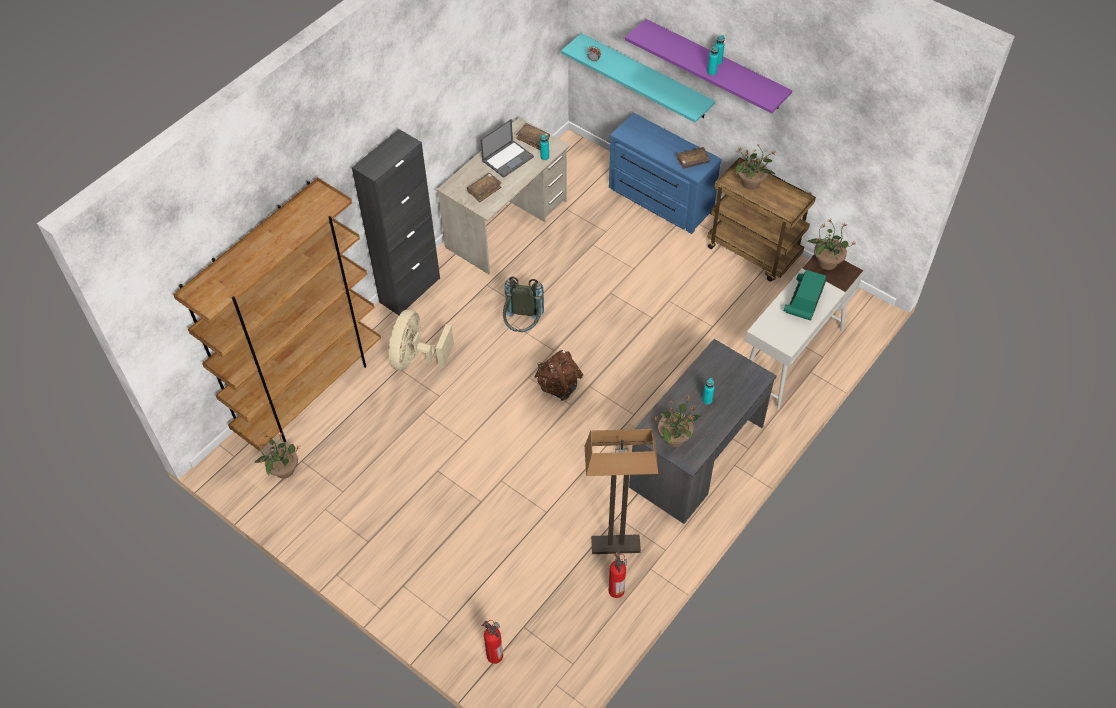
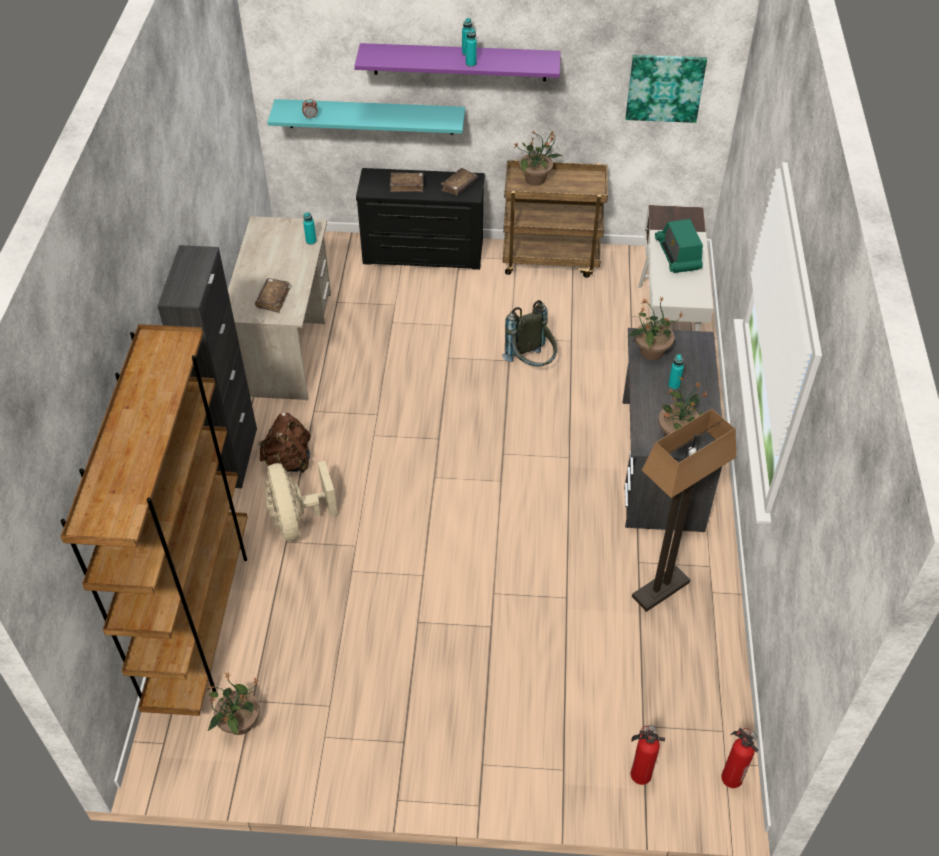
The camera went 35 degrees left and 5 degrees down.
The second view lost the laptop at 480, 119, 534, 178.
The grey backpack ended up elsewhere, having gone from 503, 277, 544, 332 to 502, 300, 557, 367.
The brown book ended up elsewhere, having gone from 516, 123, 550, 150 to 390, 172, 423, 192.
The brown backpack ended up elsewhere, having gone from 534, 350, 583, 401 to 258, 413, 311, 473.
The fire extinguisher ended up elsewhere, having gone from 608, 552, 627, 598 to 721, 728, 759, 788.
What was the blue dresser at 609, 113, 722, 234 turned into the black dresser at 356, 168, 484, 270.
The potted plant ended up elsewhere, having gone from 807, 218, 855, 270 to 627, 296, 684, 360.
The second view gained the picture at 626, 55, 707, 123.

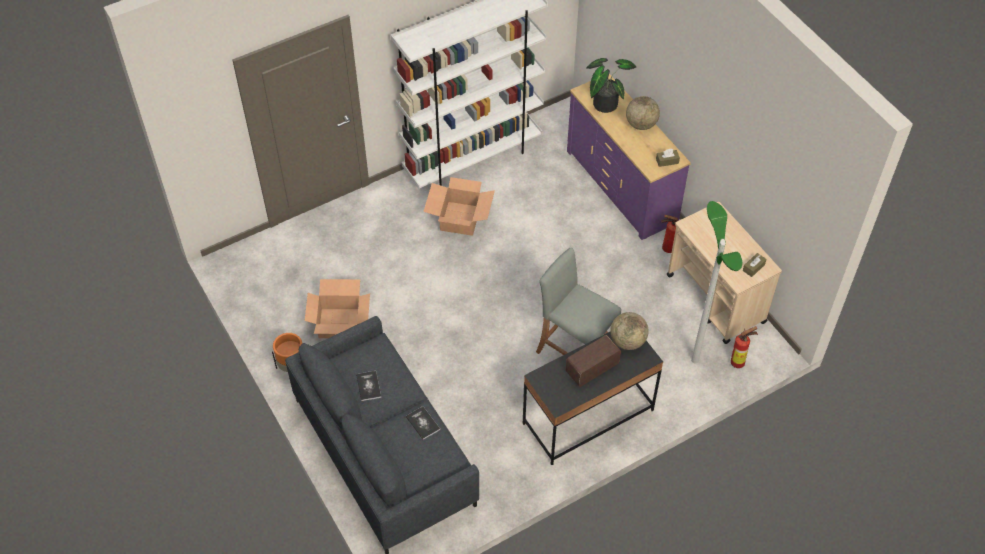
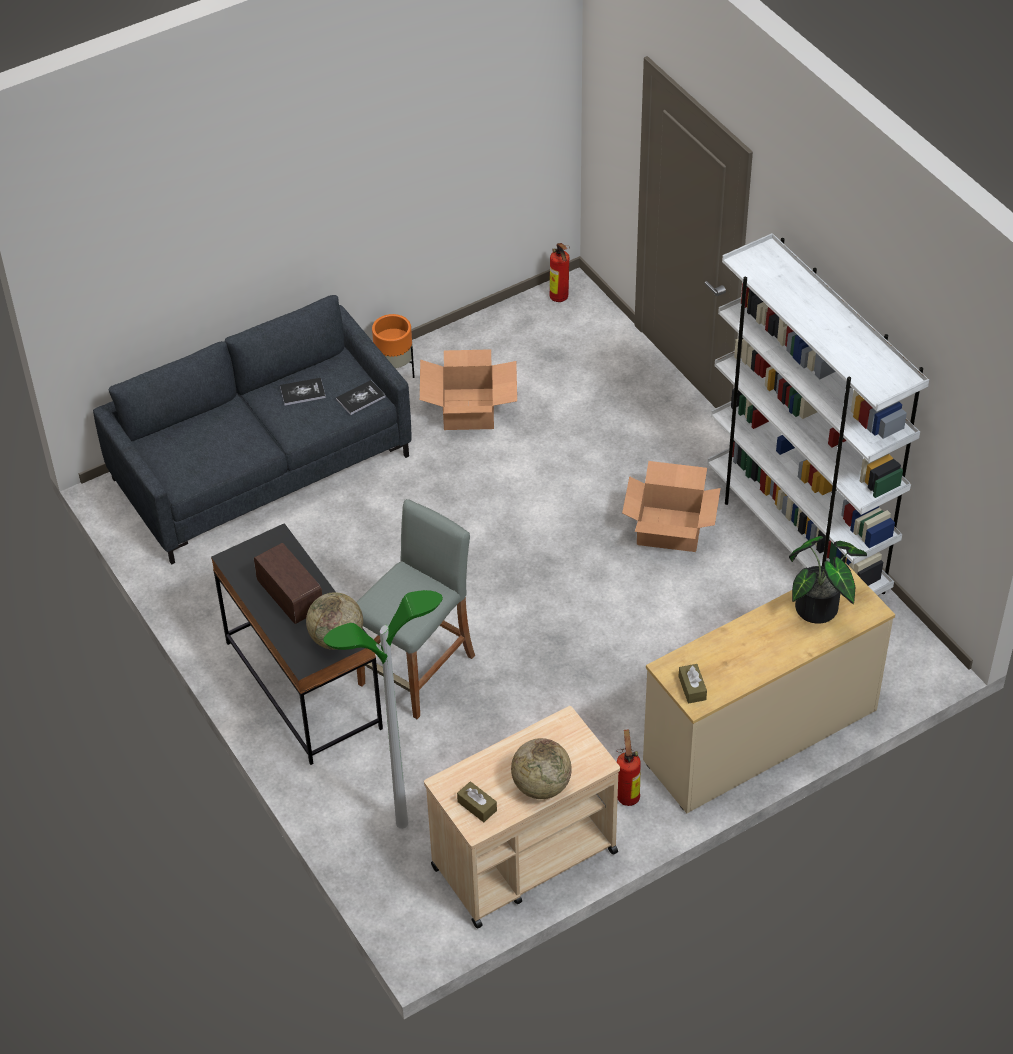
The camera went 90 degrees right and 5 degrees down.
The book ended up elsewhere, having gone from 406, 406, 440, 440 to 336, 380, 386, 415.
What was the purple dresser at 567, 74, 691, 240 turned into the beige dresser at 643, 563, 895, 813.
The globe ended up elsewhere, having gone from 626, 96, 660, 130 to 511, 738, 572, 799.
The fire extinguisher ended up elsewhere, having gone from 731, 326, 758, 368 to 549, 243, 570, 302.

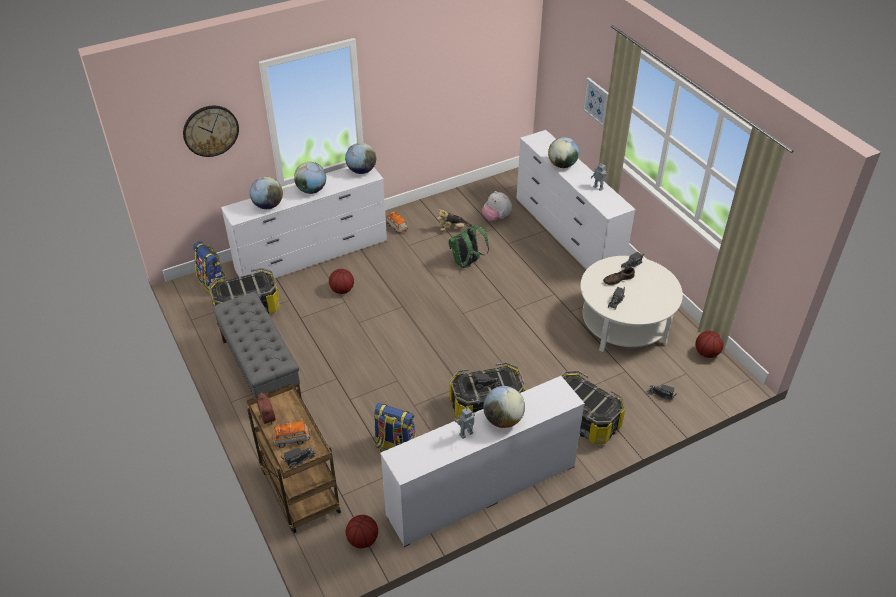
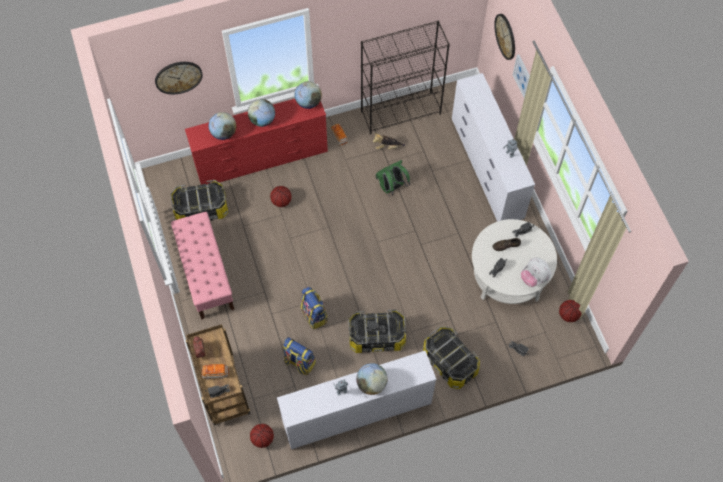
The camera went 10 degrees right and 20 degrees up.
The backpack ended up elsewhere, having gone from 193, 241, 227, 294 to 301, 287, 328, 330.
What was the grey bench at 212, 292, 302, 398 turned into the pink bench at 171, 212, 235, 320.
What was the white dresser at 221, 168, 387, 278 turned into the red dresser at 185, 99, 328, 185.
The plush toy ended up elsewhere, having gone from 482, 191, 512, 221 to 521, 257, 551, 287.
The second view lost the globe at 548, 137, 579, 168.
The second view gained the black bookcase at 361, 20, 450, 134.
The second view gained the wall clock at 494, 14, 515, 60.

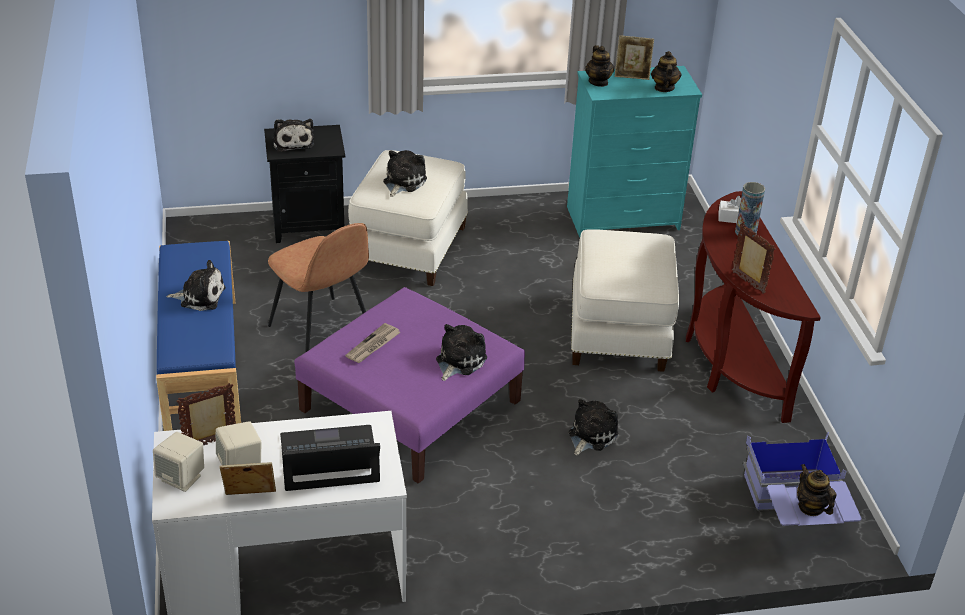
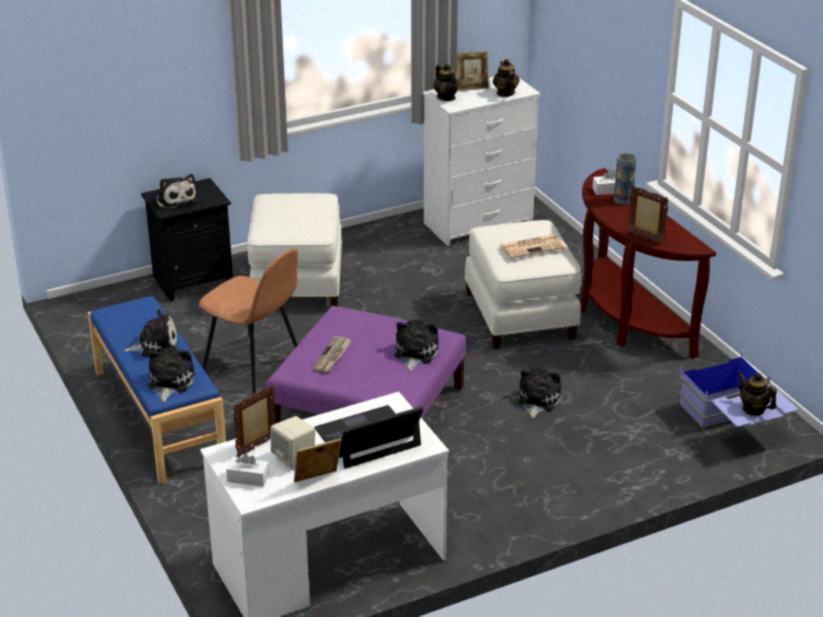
The camera went 15 degrees left and 5 degrees down.
Where the beige speaker stood at 153, 432, 204, 492, the white tissue box came to stand at 226, 453, 269, 487.
The plush toy ended up elsewhere, having gone from 383, 150, 427, 197 to 148, 347, 195, 402.
What was the turquoise dresser at 567, 66, 702, 237 turned into the white dresser at 423, 77, 541, 246.
The second view gained the newspaper at 499, 234, 565, 259.

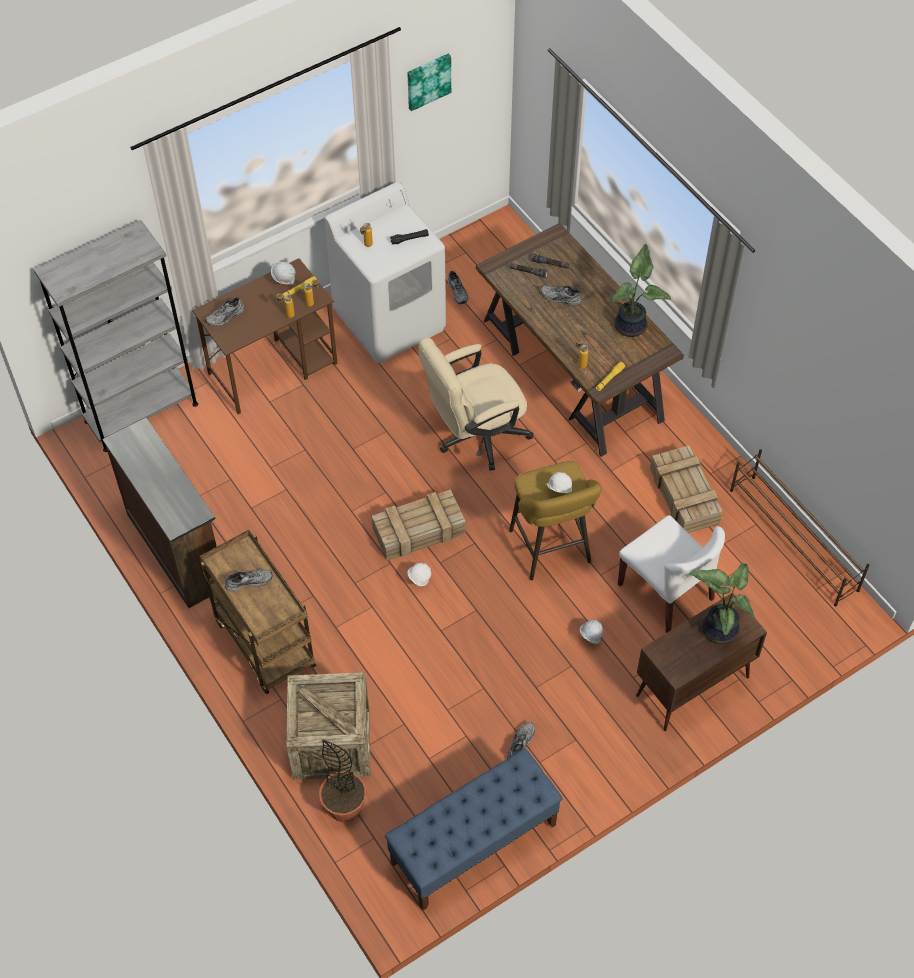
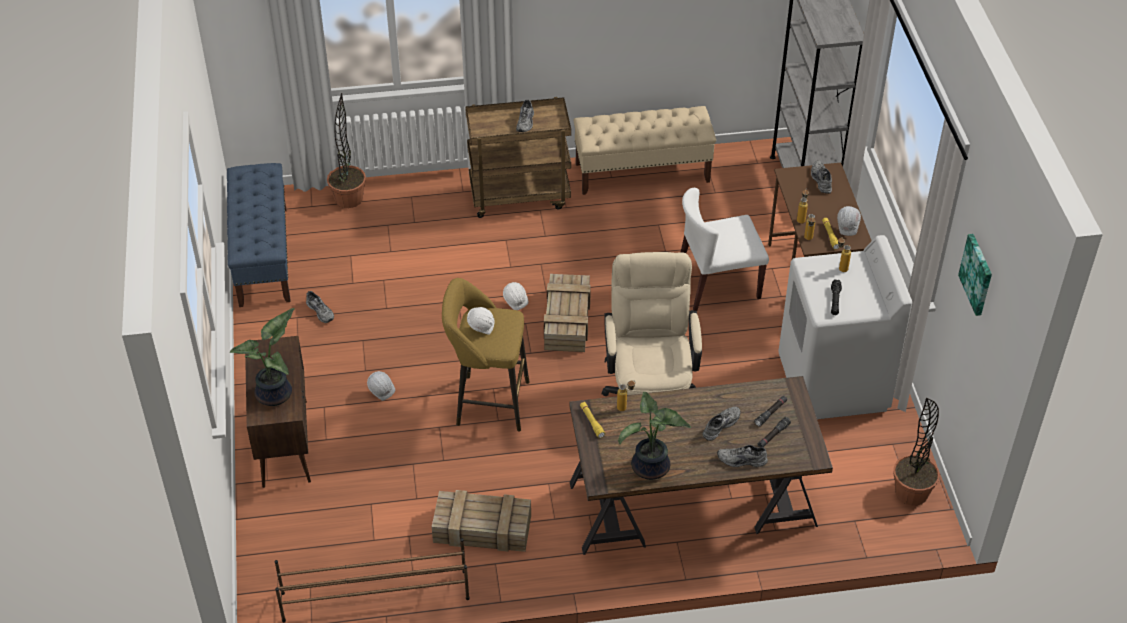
The camera went 115 degrees right and 10 degrees down.
Where the brown dresser stood at 102, 418, 217, 608, the beige bench came to stand at 573, 106, 716, 195.
The second view lost the crate at 287, 672, 370, 780.
The grey shoe ended up elsewhere, having gone from 448, 271, 468, 304 to 717, 445, 768, 467.
The white chair ended up elsewhere, having gone from 618, 515, 725, 633 to 680, 188, 769, 311.
The second view gained the potted plant at 893, 398, 940, 506.

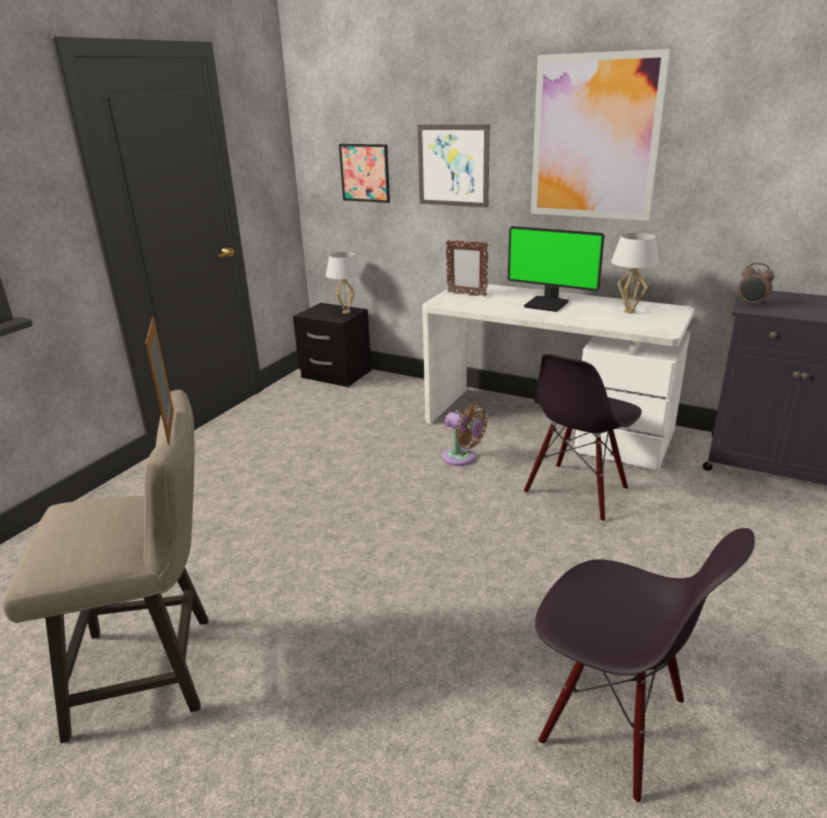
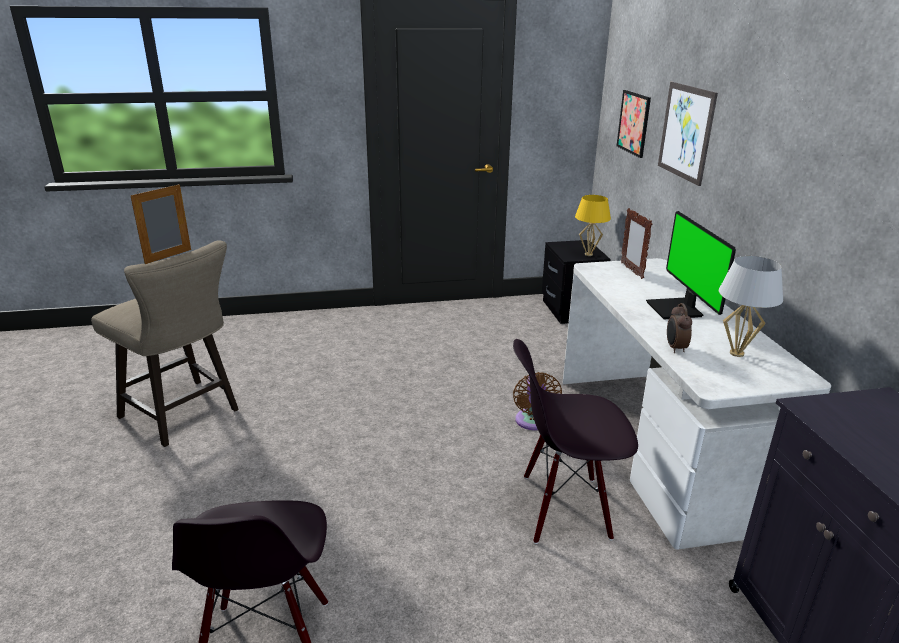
The camera went 50 degrees right and 0 degrees up.
What was the white table lamp at 326, 252, 361, 313 turned into the yellow table lamp at 575, 195, 611, 256.
The second view lost the picture at 531, 49, 671, 221.
The alarm clock ended up elsewhere, having gone from 738, 263, 775, 307 to 667, 303, 692, 353.

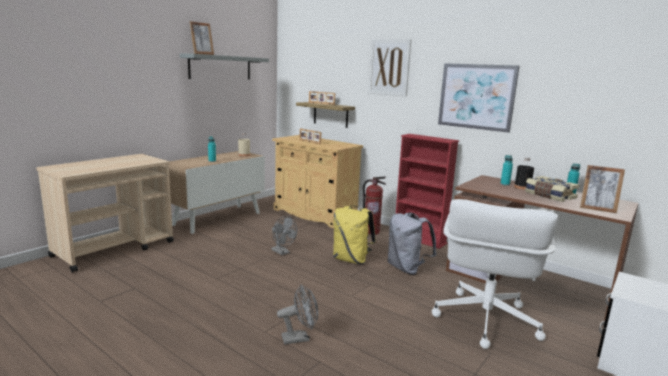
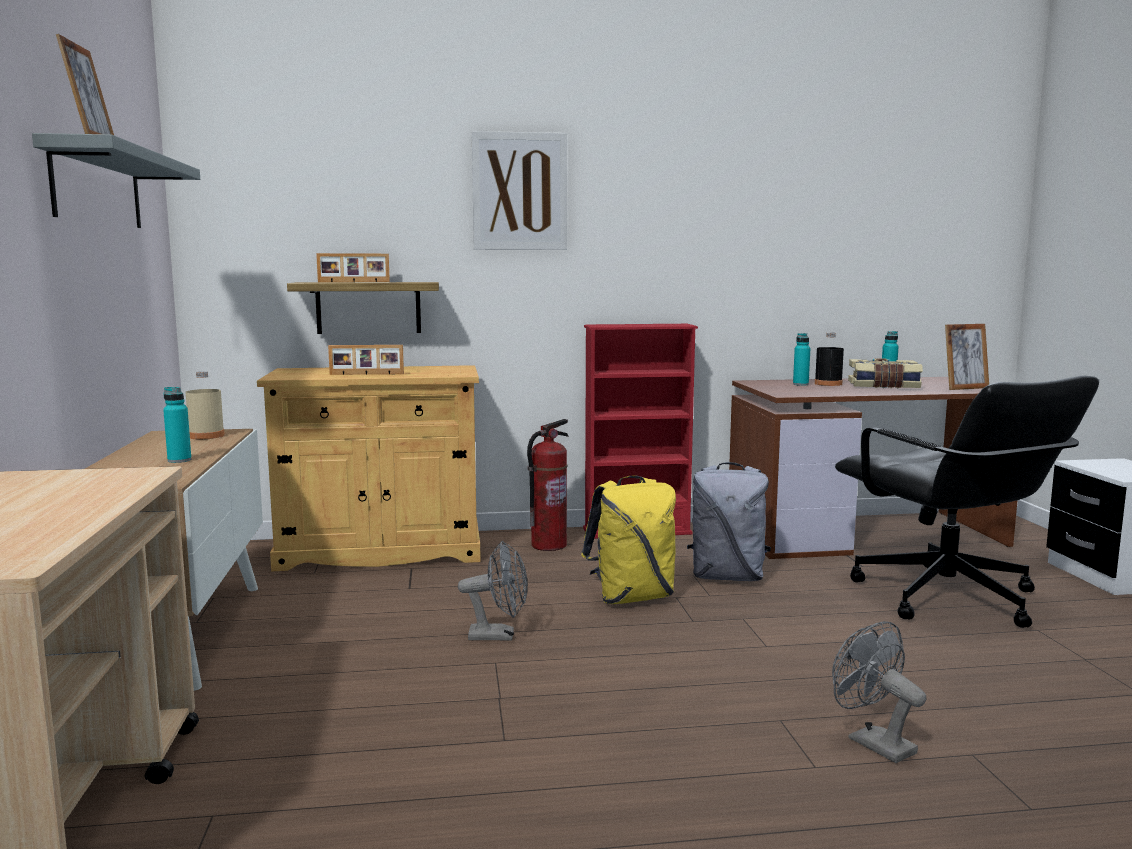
The camera went 45 degrees left and 5 degrees down.
The grey fan at 277, 285, 318, 344 ended up facing another way, 60 degrees counterclockwise from before.
What was the white office chair at 432, 199, 558, 349 turned into the black office chair at 835, 376, 1099, 628.
The second view lost the picture at 438, 63, 519, 133.

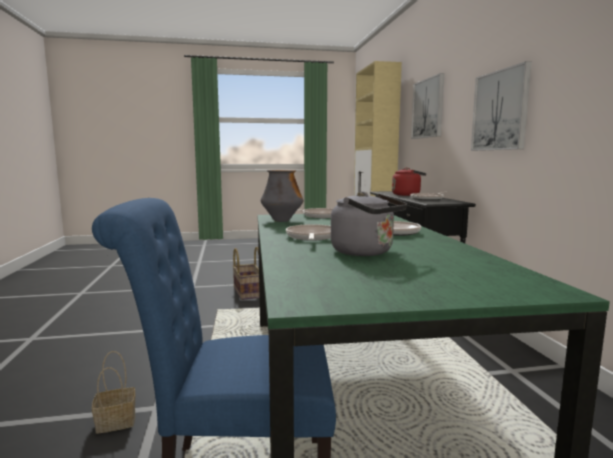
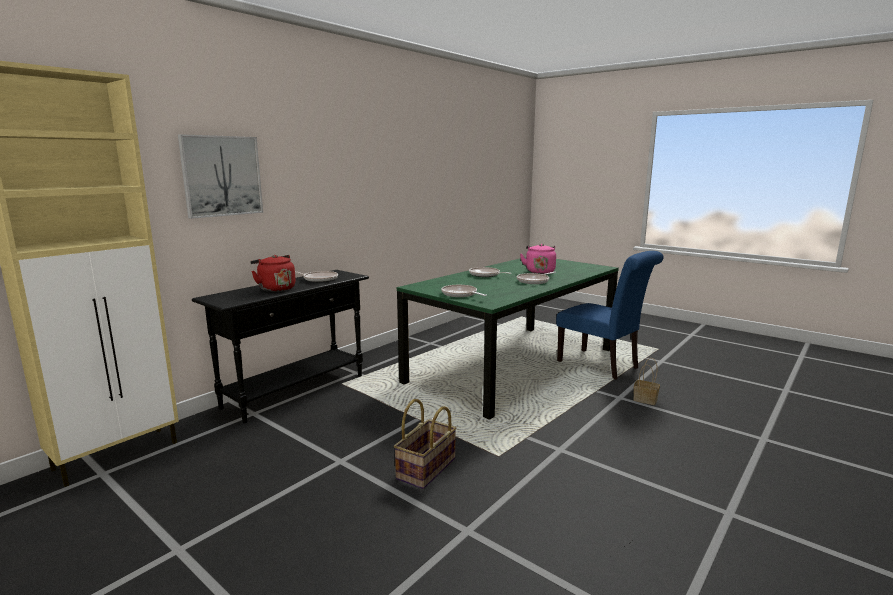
The camera went 130 degrees left and 5 degrees up.
The second view lost the vase at 261, 170, 303, 222.
What was the grey kettle at 331, 191, 407, 256 turned into the pink kettle at 520, 244, 556, 274.
The second view lost the picture at 471, 61, 532, 151.

